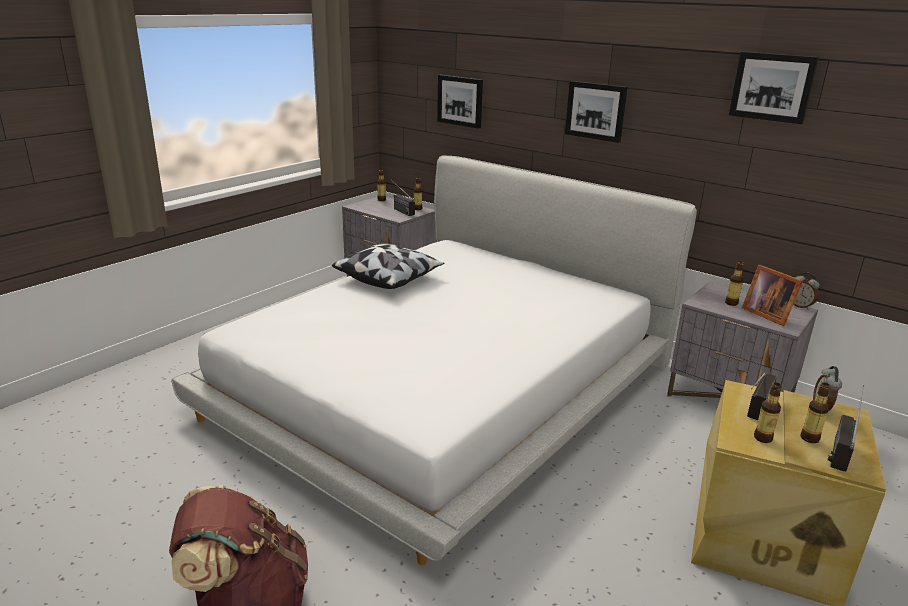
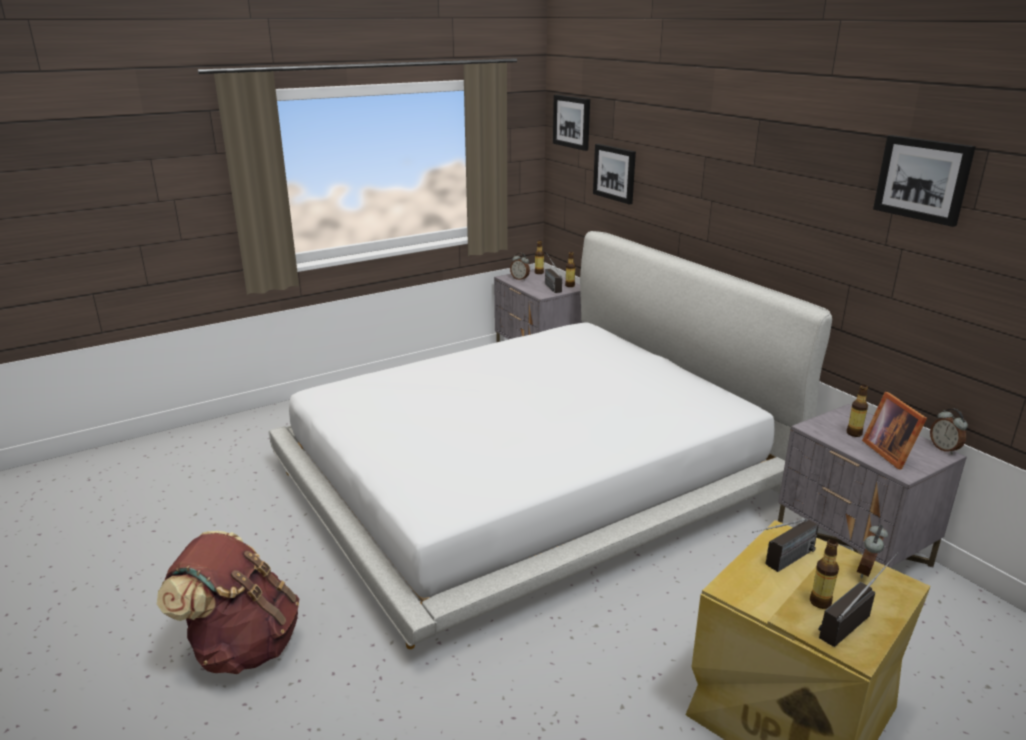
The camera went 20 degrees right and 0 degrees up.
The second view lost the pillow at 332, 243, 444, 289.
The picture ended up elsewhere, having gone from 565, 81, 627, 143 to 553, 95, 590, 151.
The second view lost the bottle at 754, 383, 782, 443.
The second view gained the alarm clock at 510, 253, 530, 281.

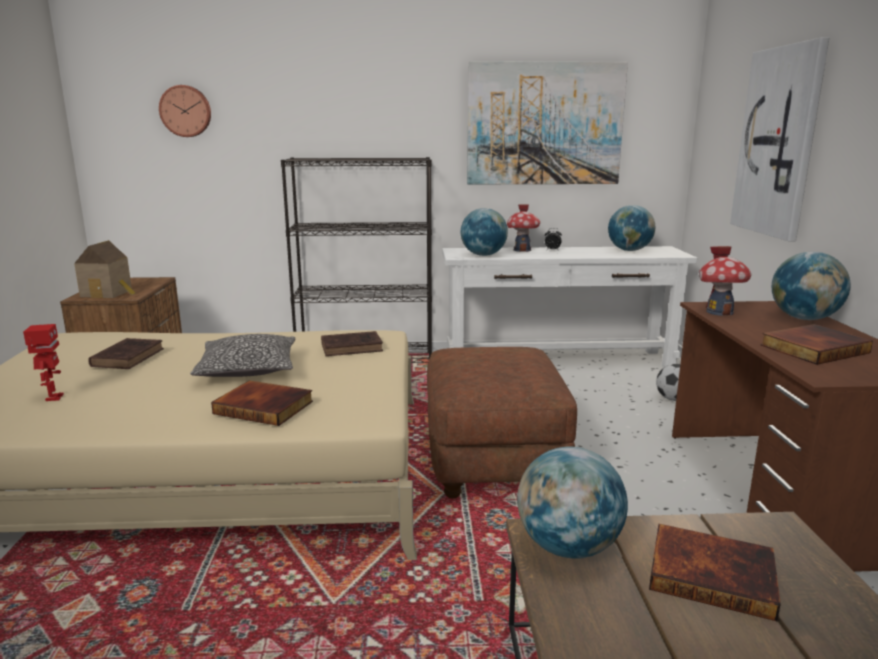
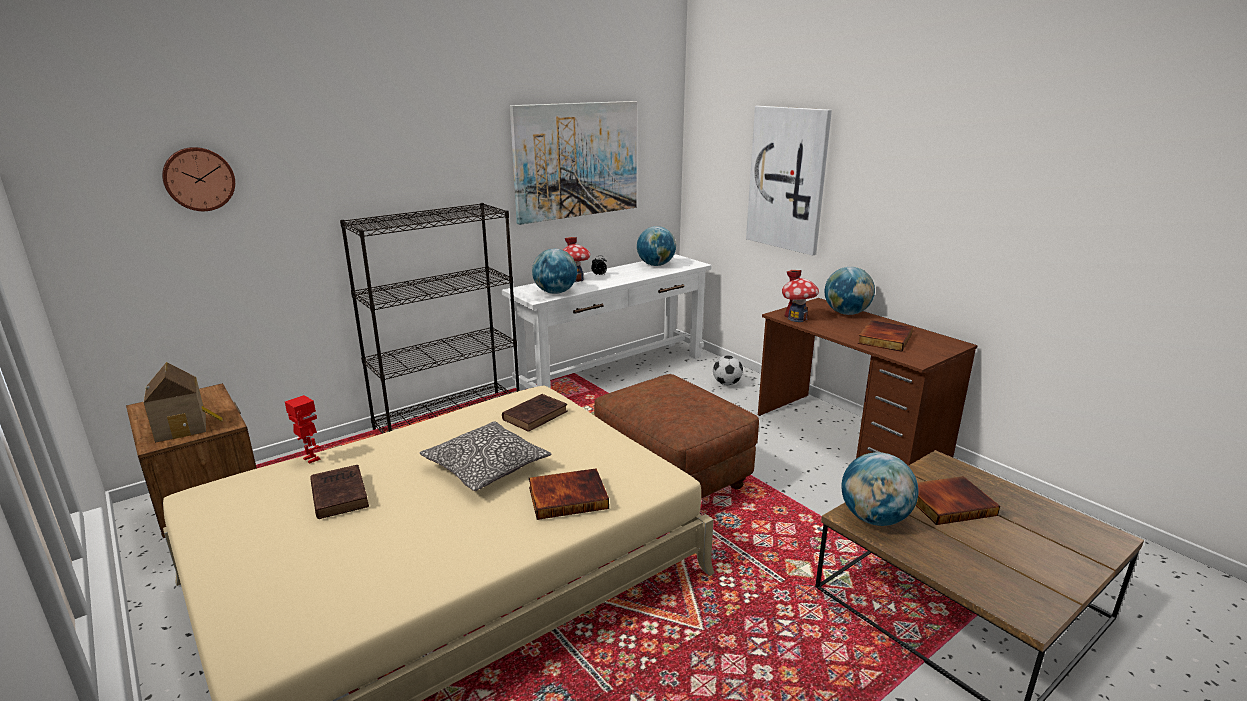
The camera went 35 degrees left and 5 degrees up.
The toy robot ended up elsewhere, having gone from 23, 324, 64, 401 to 285, 395, 321, 464.

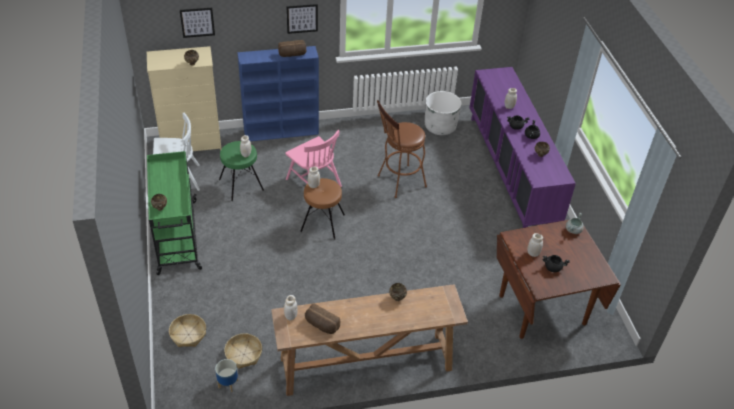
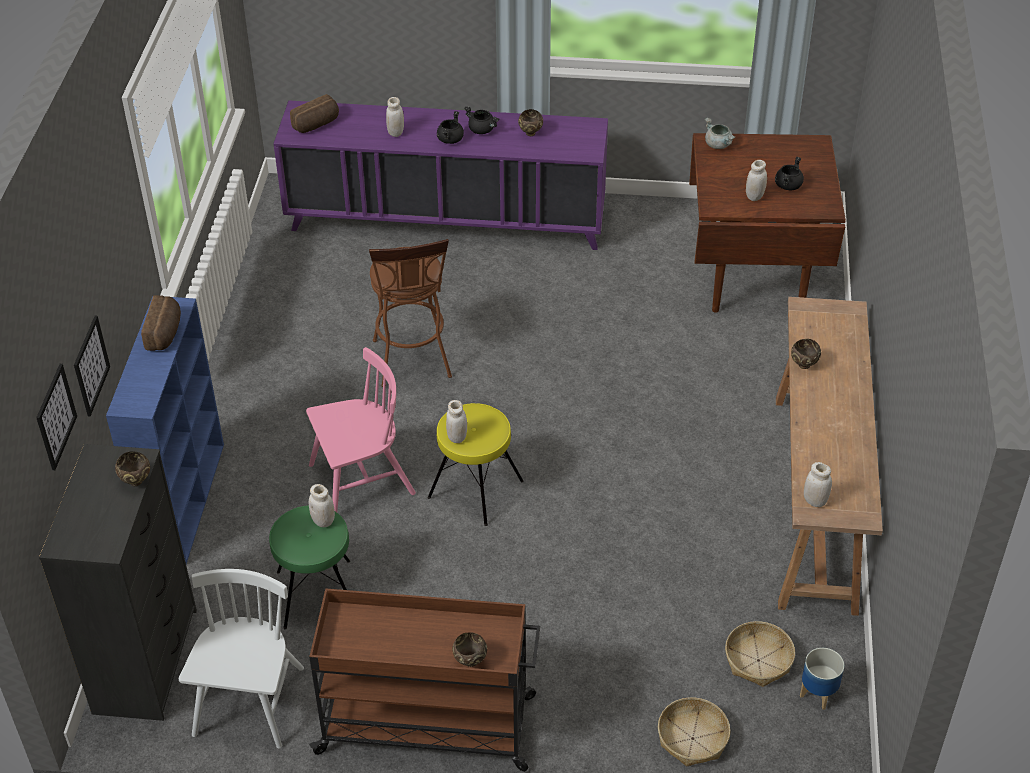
The camera went 70 degrees left and 0 degrees up.
What was the beige dresser at 147, 46, 222, 151 turned into the black dresser at 39, 444, 197, 721.
What was the green cart at 147, 151, 202, 275 turned into the brown cart at 309, 588, 540, 772.
The picture ended up elsewhere, having gone from 286, 4, 318, 34 to 74, 316, 110, 417.
What was the brown stool at 300, 178, 345, 240 turned into the yellow stool at 427, 403, 524, 526.
The bread ended up elsewhere, having gone from 305, 303, 340, 334 to 290, 94, 339, 133.
The second view lost the white planter at 425, 91, 461, 135.

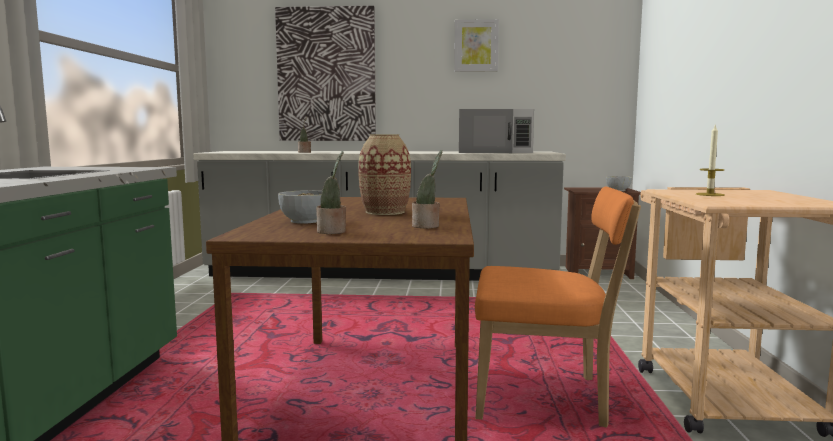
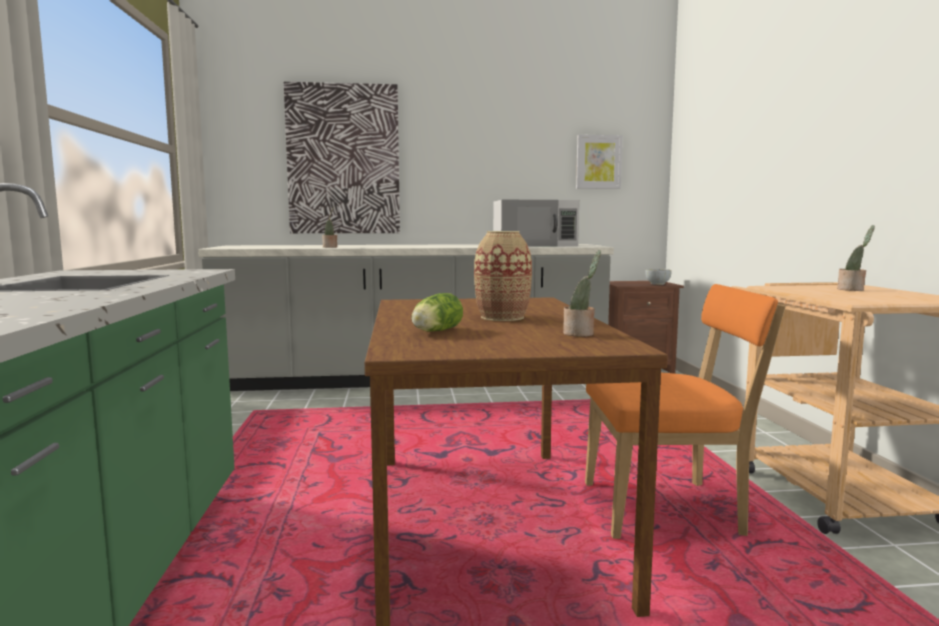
The camera went 10 degrees left and 0 degrees up.
Where the bowl stood at 278, 190, 322, 224, the lettuce came to stand at 411, 293, 463, 332.
The potted plant ended up elsewhere, having gone from 316, 151, 346, 234 to 837, 225, 875, 291.
The picture ended up elsewhere, having gone from 454, 19, 499, 72 to 576, 135, 623, 189.
The second view lost the candle at 696, 125, 725, 196.

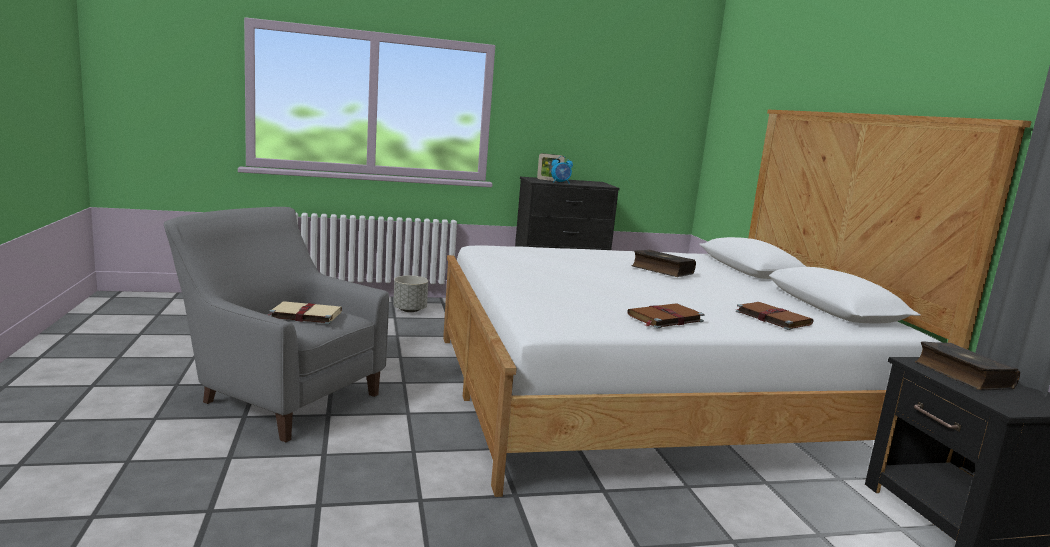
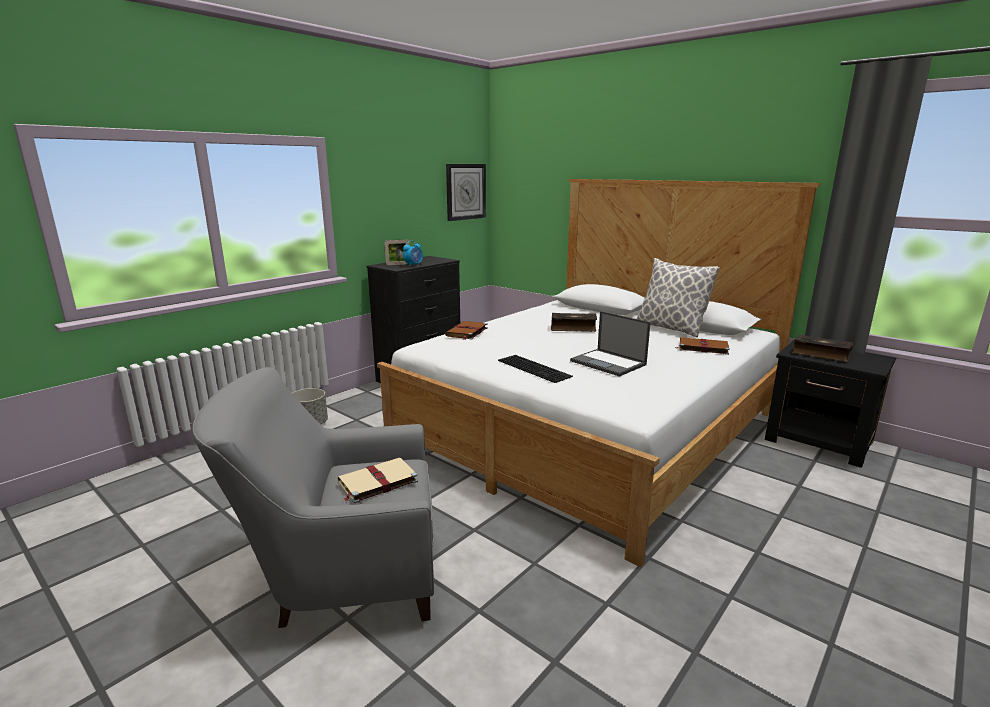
The camera went 35 degrees left and 5 degrees up.
The brown book ended up elsewhere, having gone from 627, 303, 705, 328 to 445, 321, 488, 340.
The second view gained the wall clock at 446, 164, 486, 221.
The second view gained the keyboard at 498, 355, 573, 383.
The second view gained the laptop at 570, 311, 651, 377.
The second view gained the pillow at 637, 258, 720, 337.

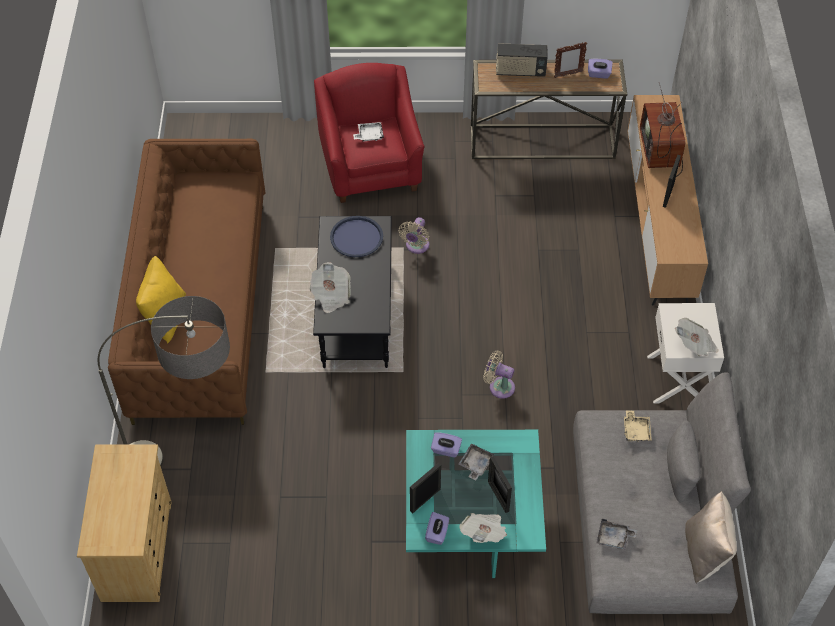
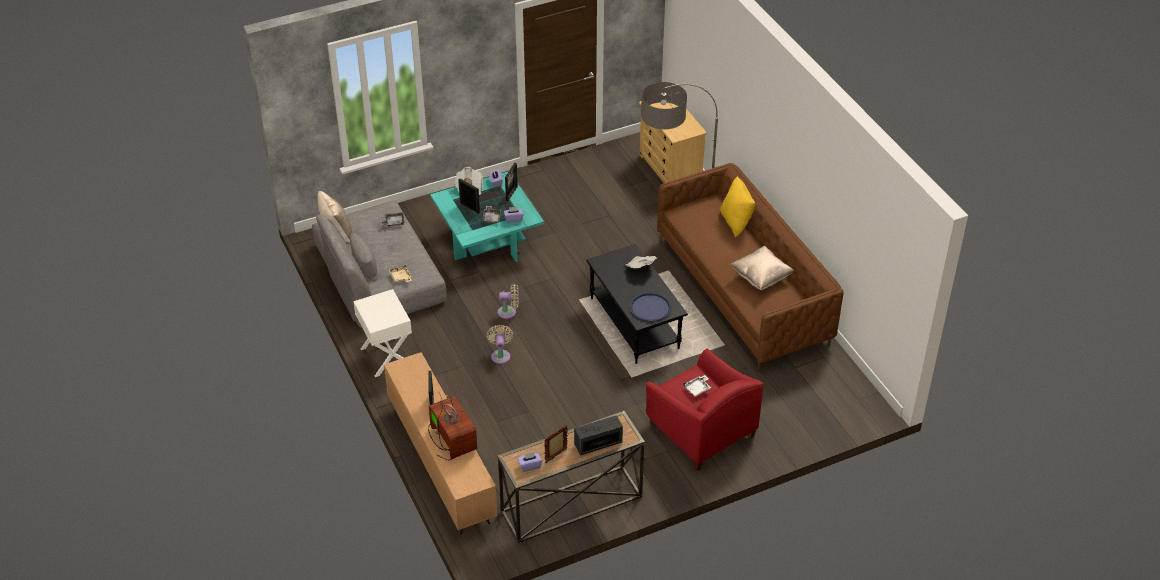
The camera went 155 degrees right and 10 degrees down.
The beige fan ended up elsewhere, having gone from 398, 217, 429, 254 to 487, 325, 513, 364.
The second view lost the newspaper at 675, 318, 718, 356.
The second view gained the beige pillow at 730, 246, 794, 290.

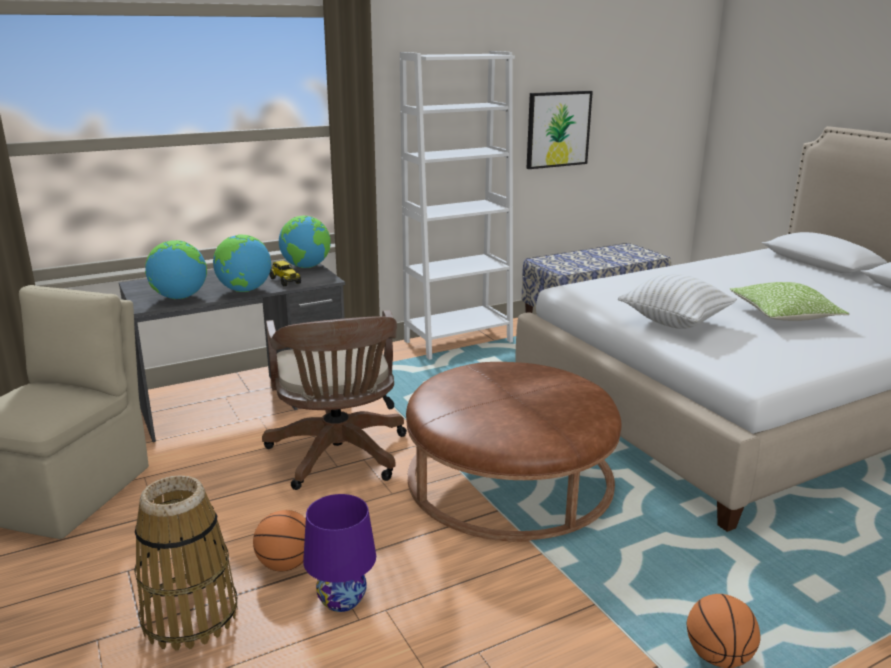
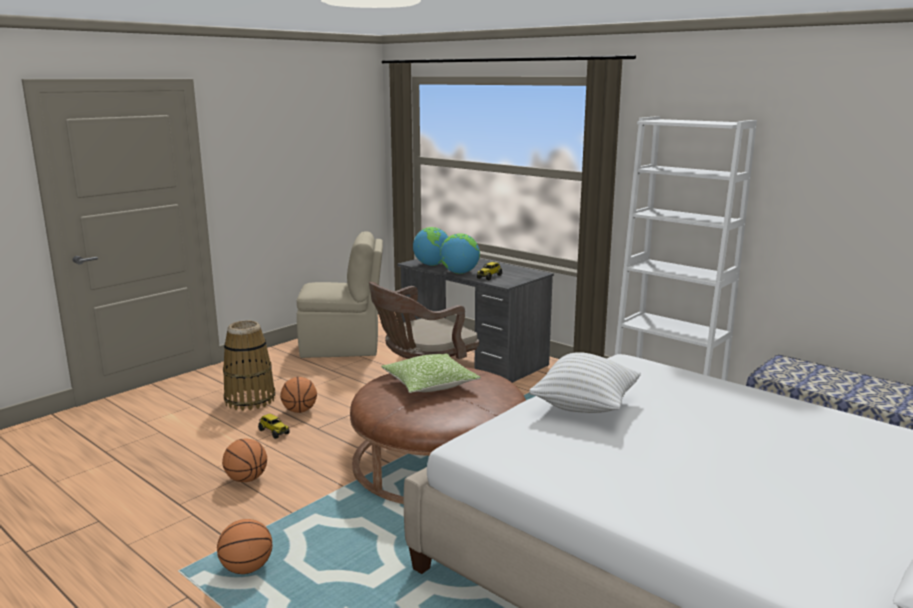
The camera went 70 degrees right and 5 degrees down.
The second view lost the globe at 279, 216, 331, 268.
Where the purple table lamp stood at 303, 494, 376, 612, the toy truck came to stand at 258, 414, 290, 439.
The second view lost the picture at 526, 91, 593, 169.
The pillow ended up elsewhere, having gone from 730, 282, 850, 321 to 381, 354, 481, 393.
The second view gained the basketball at 222, 439, 267, 482.

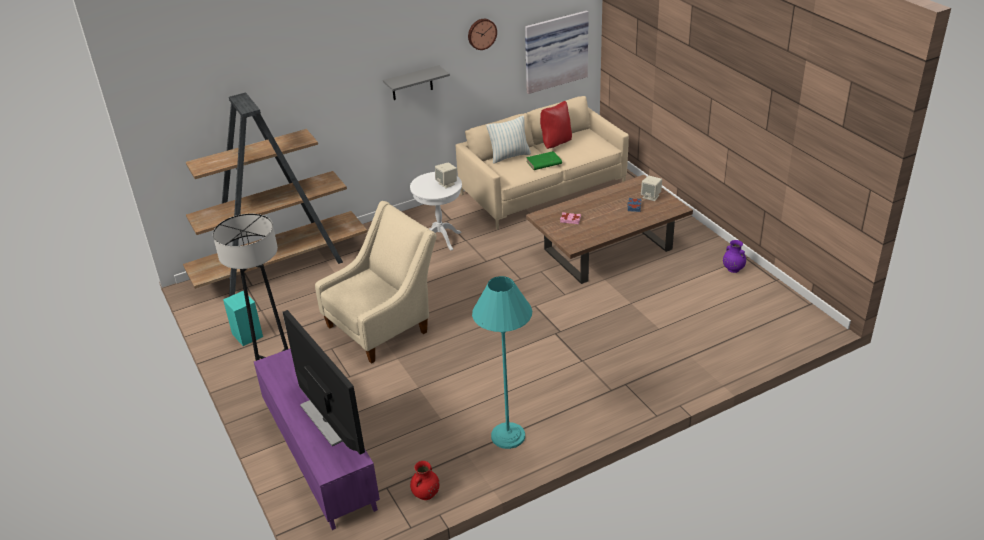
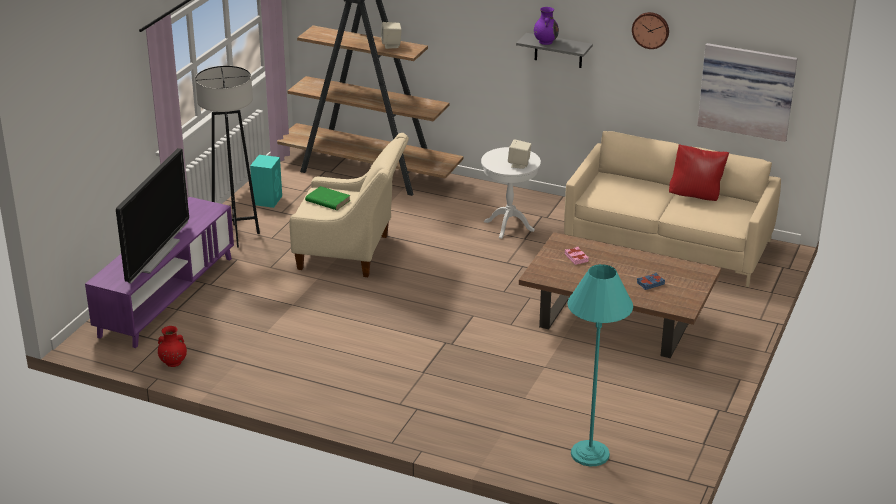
The camera went 50 degrees right and 5 degrees down.
The turquoise floor lamp ended up elsewhere, having gone from 472, 276, 532, 449 to 567, 264, 633, 466.
The second view lost the pillow at 487, 116, 531, 164.
The green book ended up elsewhere, having gone from 526, 151, 562, 170 to 305, 186, 351, 210.
The beige speaker ended up elsewhere, having gone from 641, 176, 662, 201 to 381, 22, 402, 49.
The purple vase ended up elsewhere, having gone from 723, 240, 746, 273 to 534, 7, 559, 45.

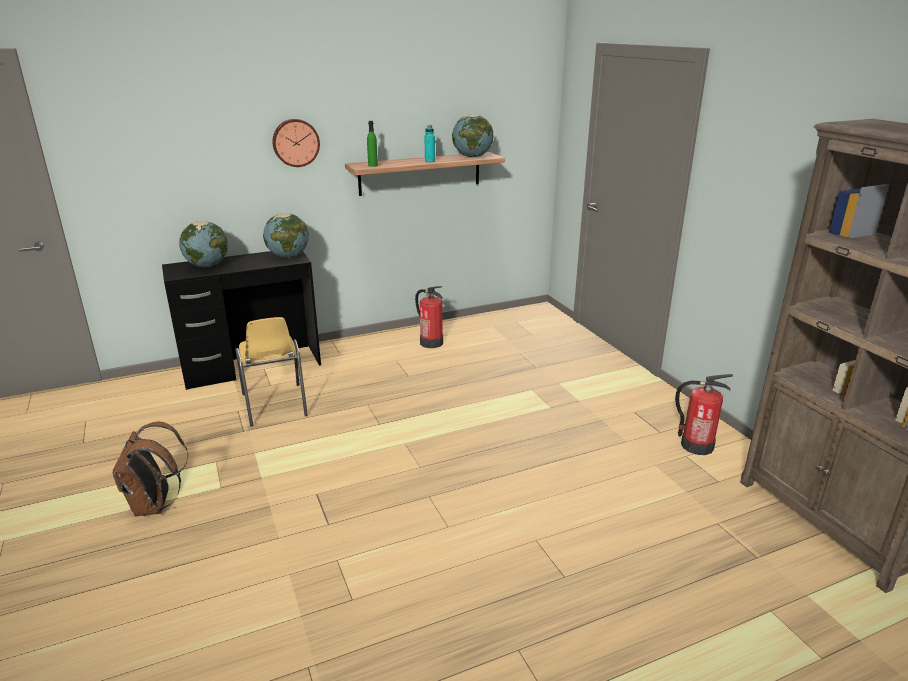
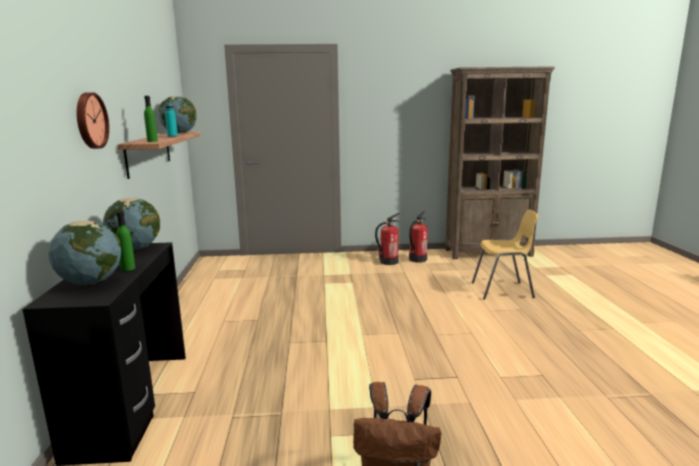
The camera went 70 degrees left and 10 degrees down.
The yellow chair ended up elsewhere, having gone from 235, 317, 308, 426 to 472, 210, 538, 300.
The fire extinguisher ended up elsewhere, having gone from 415, 286, 443, 348 to 375, 213, 400, 265.
The second view gained the green bottle at 116, 211, 135, 271.

